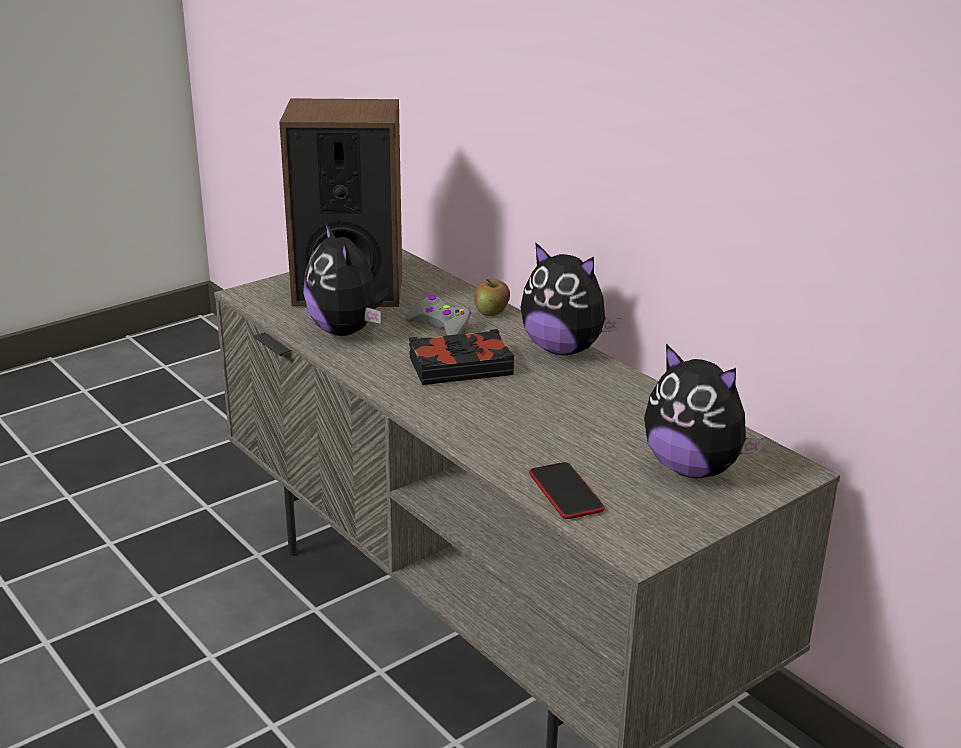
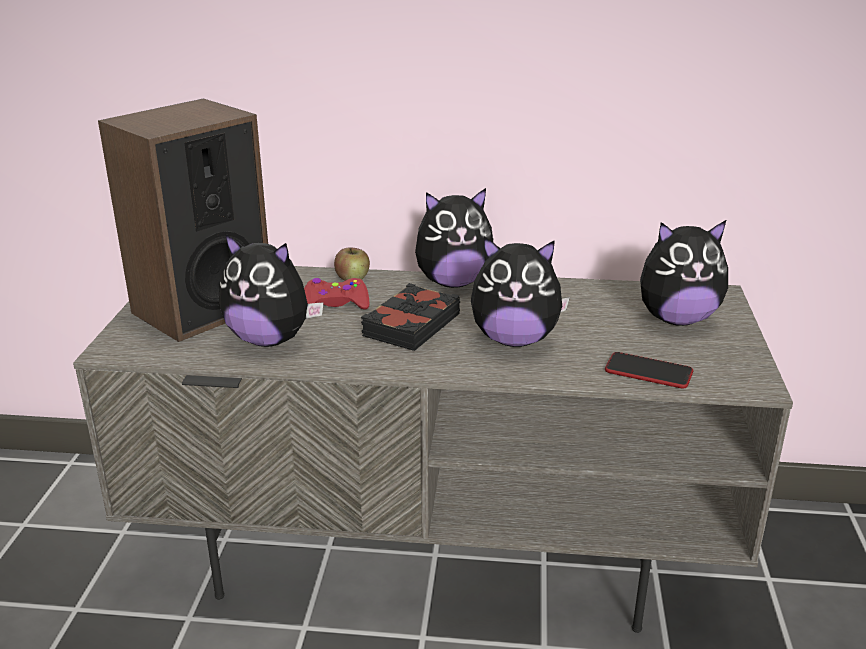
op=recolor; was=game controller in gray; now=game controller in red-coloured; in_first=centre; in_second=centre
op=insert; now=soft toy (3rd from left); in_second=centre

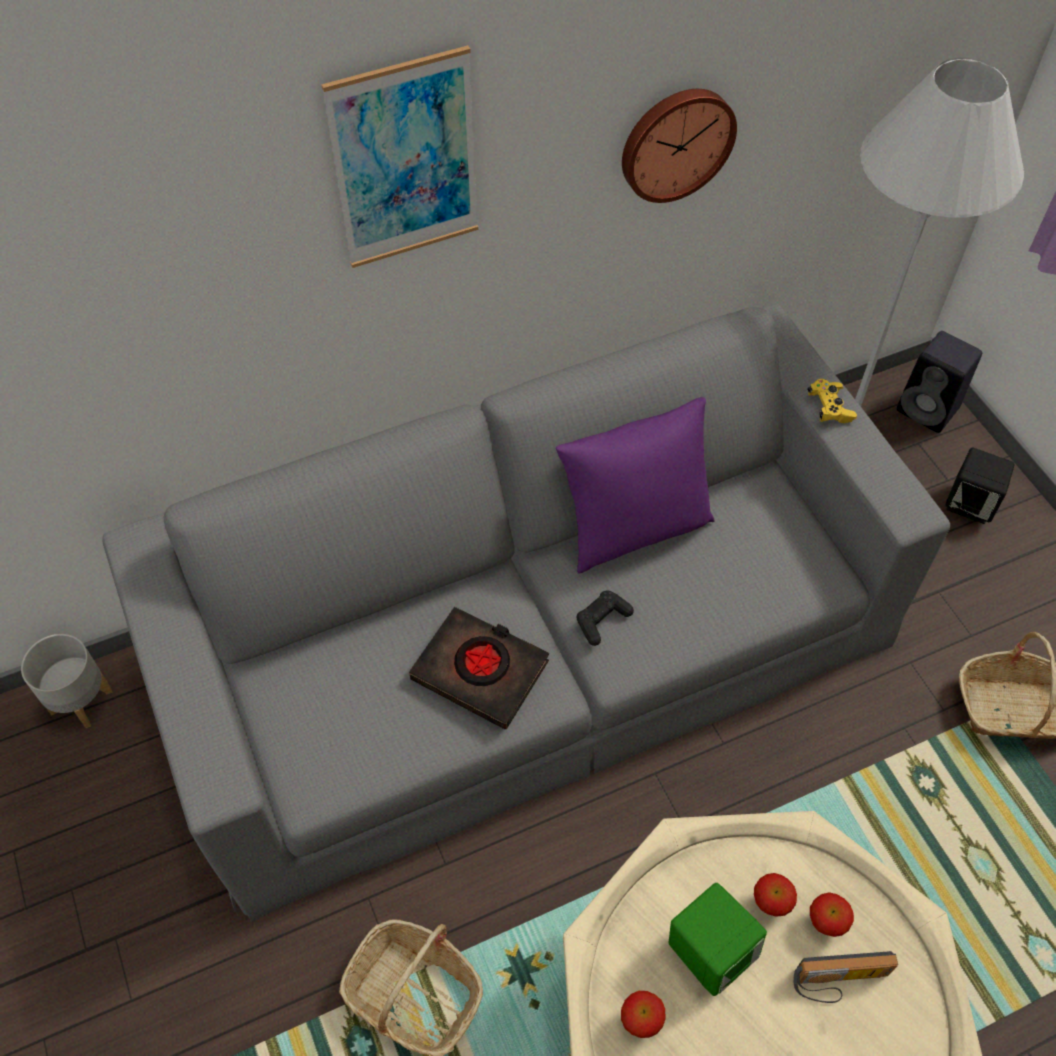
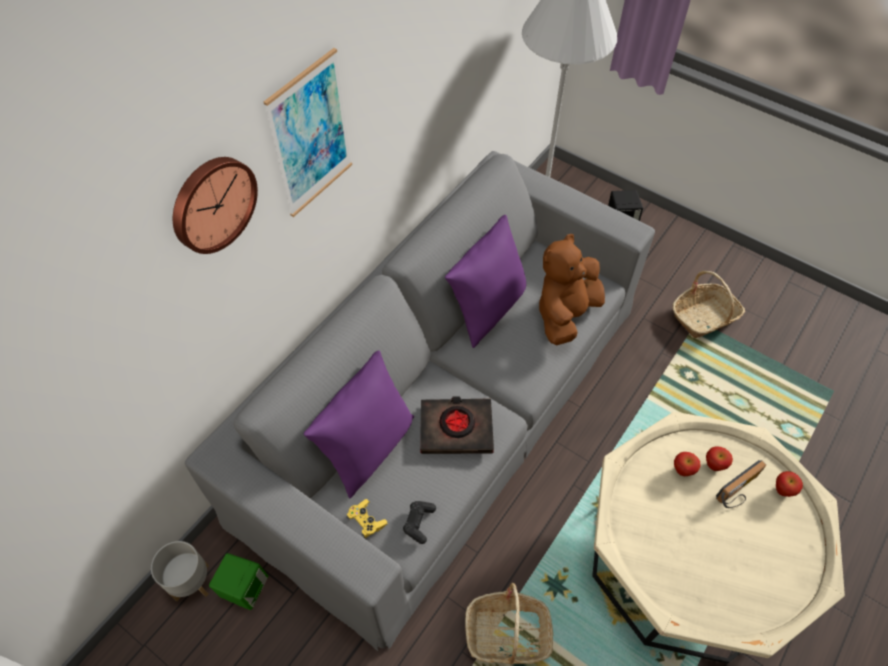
op=move; was=game controller in blackish; in_first=centre; in_second=bottom centre
op=move; was=apple fruit (1st from left in the first image); now=apple fruit (3rd from left); in_first=bottom centre; in_second=bottom right
op=move; was=wall clock; in_first=top centre; in_second=top left
op=move; was=speaker in green; in_first=bottom right; in_second=bottom left
op=move; was=game controller in yellowish; in_first=middle right; in_second=bottom centre
op=delete; was=speaker in blackish (1st from left); in_first=middle right
op=insert; now=throw pillow in purple (1st from left); in_second=centre
op=insert; now=soft toy in brownish; in_second=centre

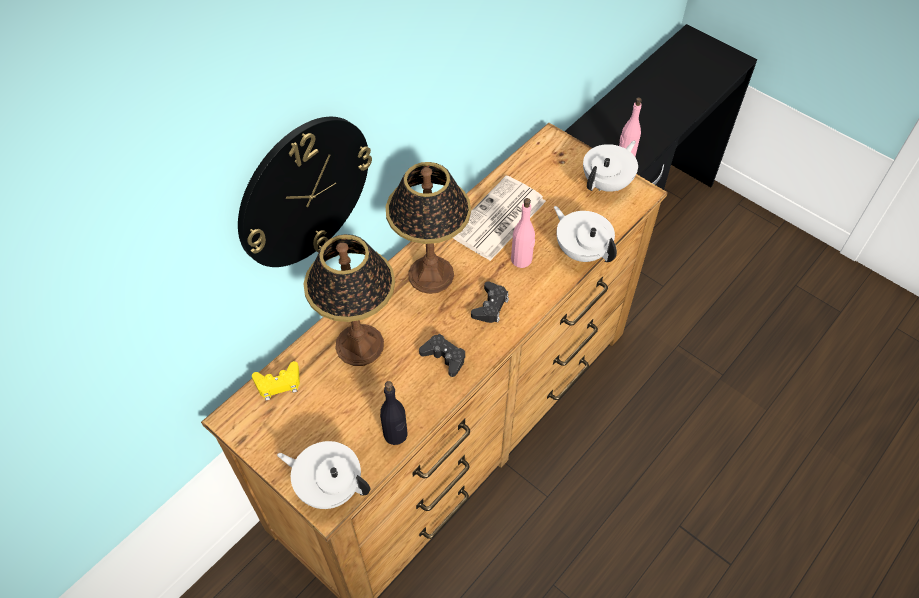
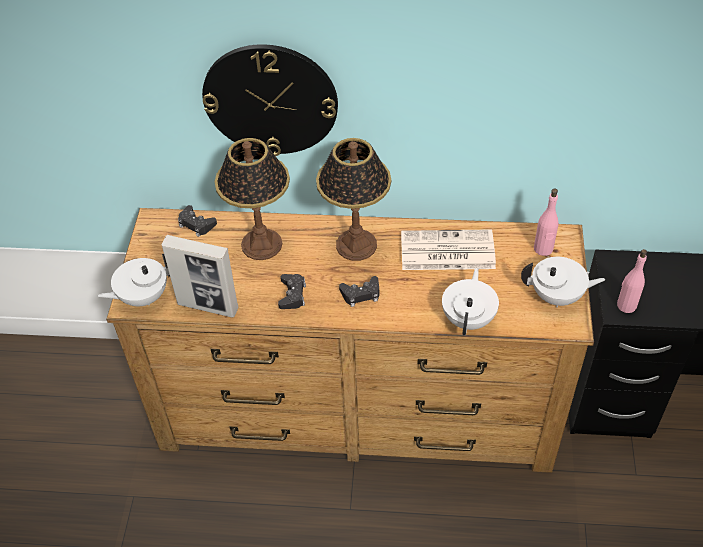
op=recolor; was=game controller in yellowish; now=game controller in blackish (1st from left); in_first=middle left; in_second=middle left
op=rotate; was=tea pot in white (1st from left); in_first=bottom centre; in_second=middle left; clockwise=-105
op=replace; was=bottle in blackish; now=standing frame; in_first=bottom centre; in_second=middle left
op=move; was=bottle in pink (1st from left); in_first=centre; in_second=middle right

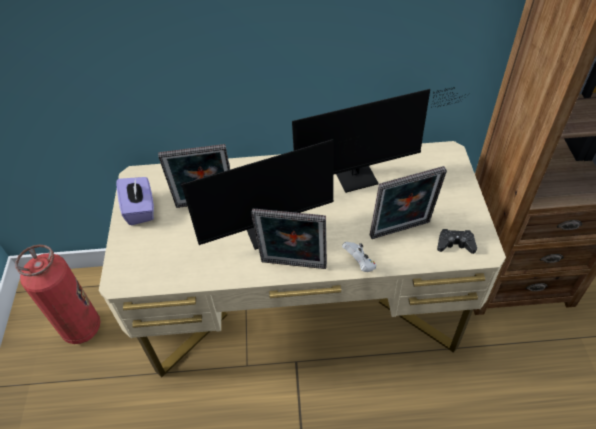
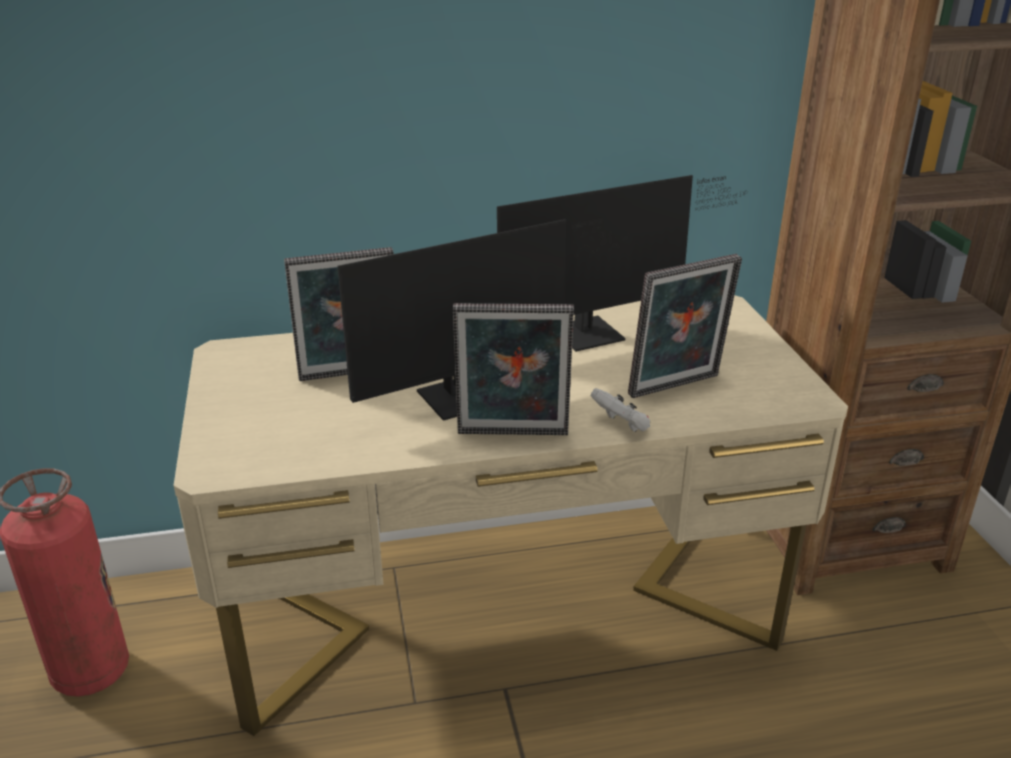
op=delete; was=tissue holder in purple; in_first=middle left
op=delete; was=game controller in blackish; in_first=middle right

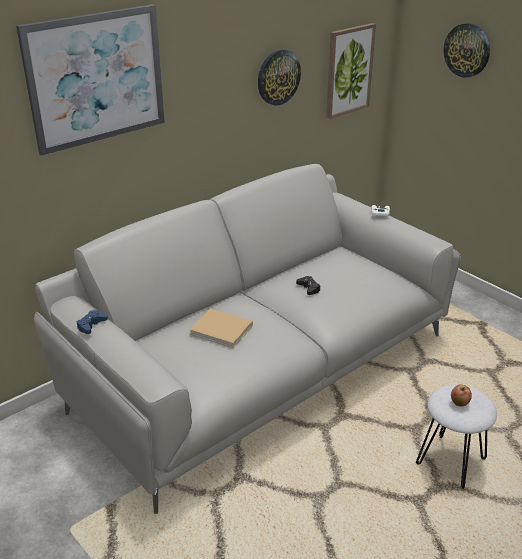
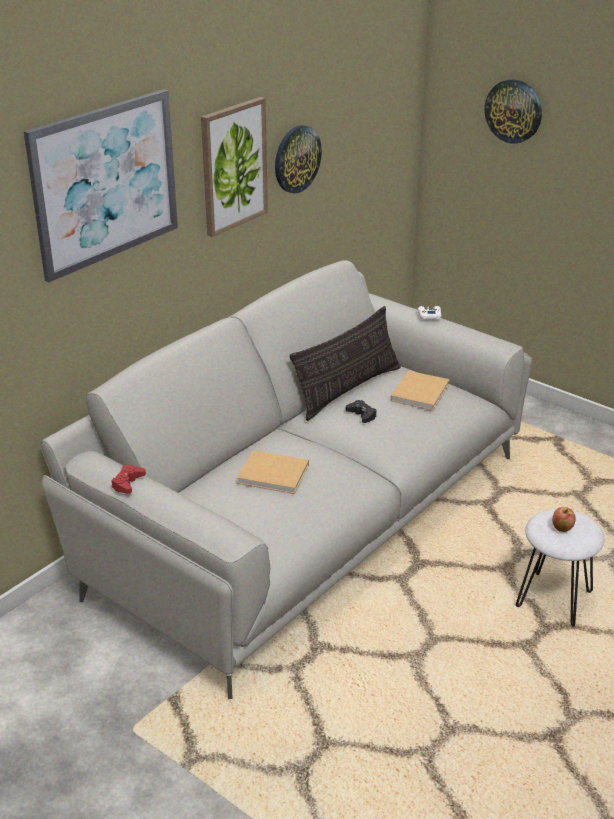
op=recolor; was=game controller in blue; now=game controller in red-coloured; in_first=middle left; in_second=middle left
op=move; was=picture (2nd from left); in_first=top right; in_second=top centre
op=insert; now=throw pillow; in_second=centre
op=insert; now=bound book in beige-coloured (2nd from left); in_second=middle right

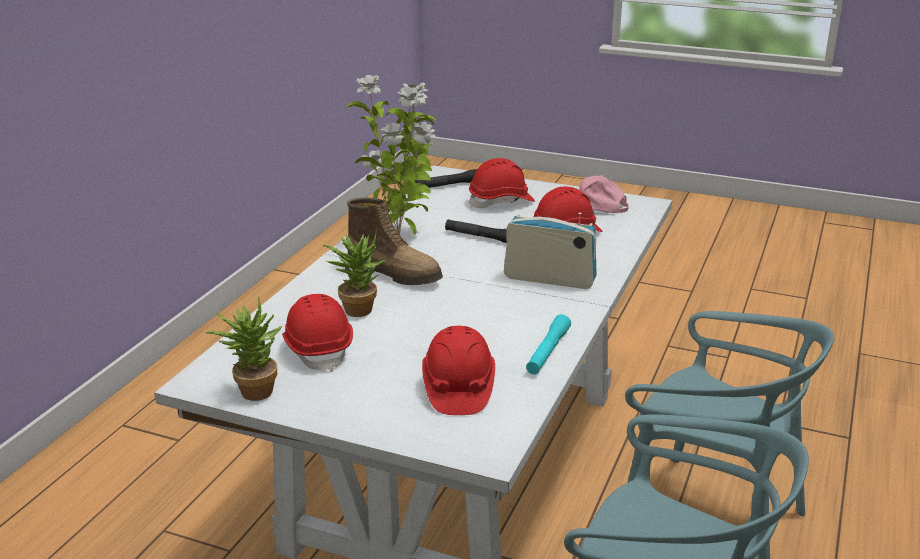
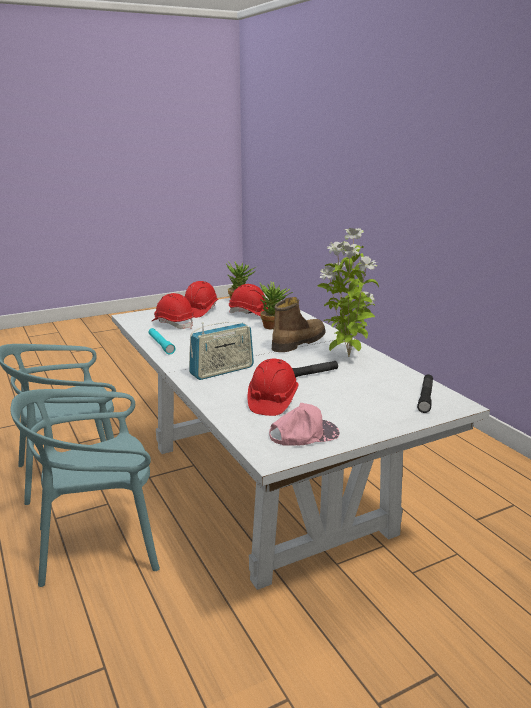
op=rotate; was=boot; in_first=centre; in_second=centre; clockwise=150
op=move; was=safety helmet in red-coloured (3rd from left in the first image); now=safety helmet in red-coloured (2nd from left); in_first=top centre; in_second=centre

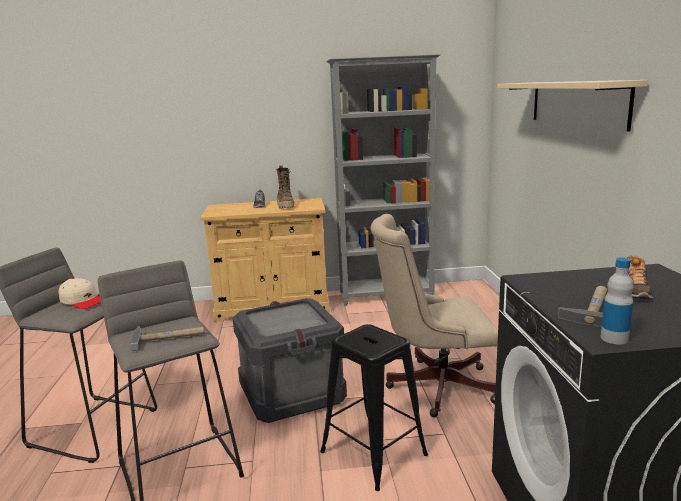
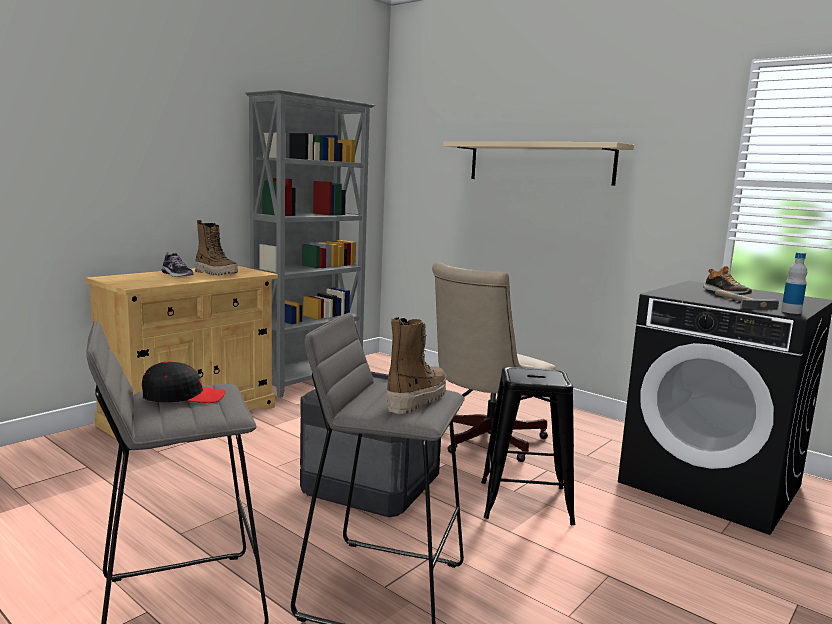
op=recolor; was=peaked cap in beige-coloured; now=peaked cap in blackish; in_first=middle left; in_second=middle left
op=replace; was=hammer (1st from left); now=boot (2nd from left); in_first=bottom left; in_second=centre

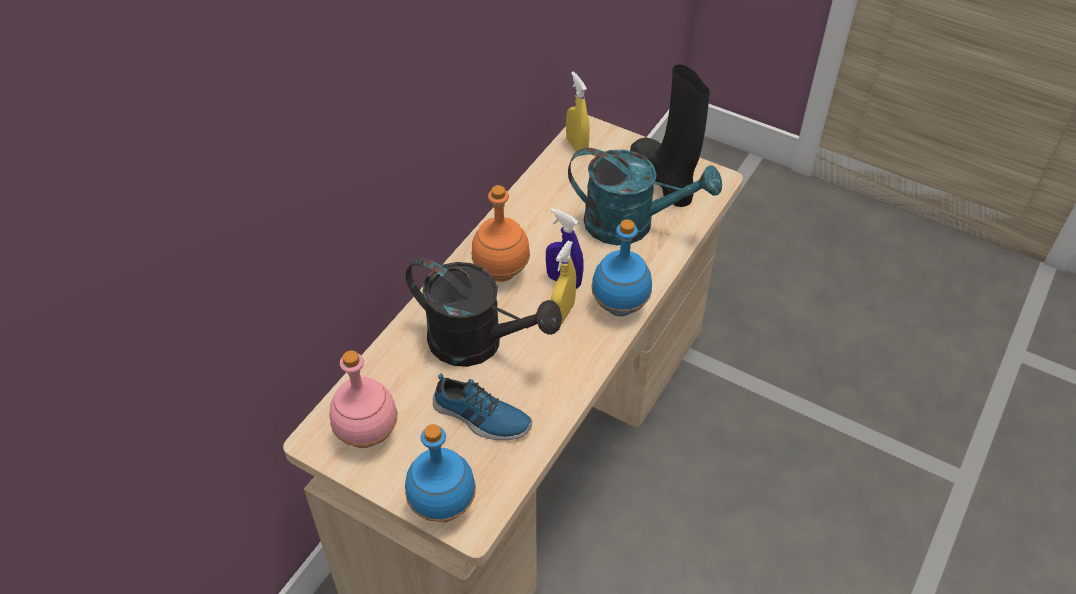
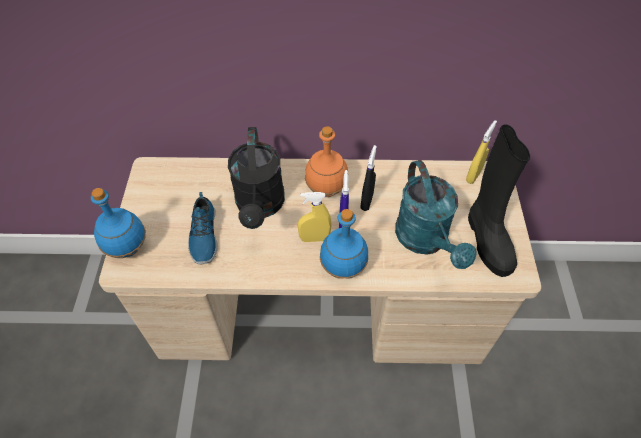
op=delete; was=bottle in pink; in_first=bottom centre
op=rotate; was=boot in blackish; in_first=top centre; in_second=middle right; clockwise=135
op=insert; now=sprayer in blackish; in_second=centre

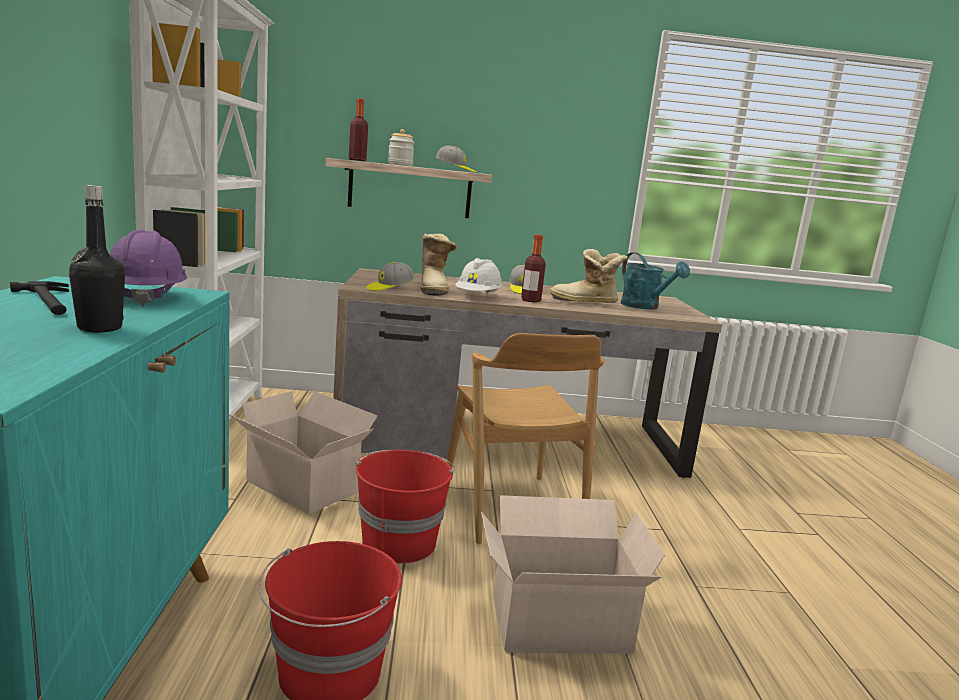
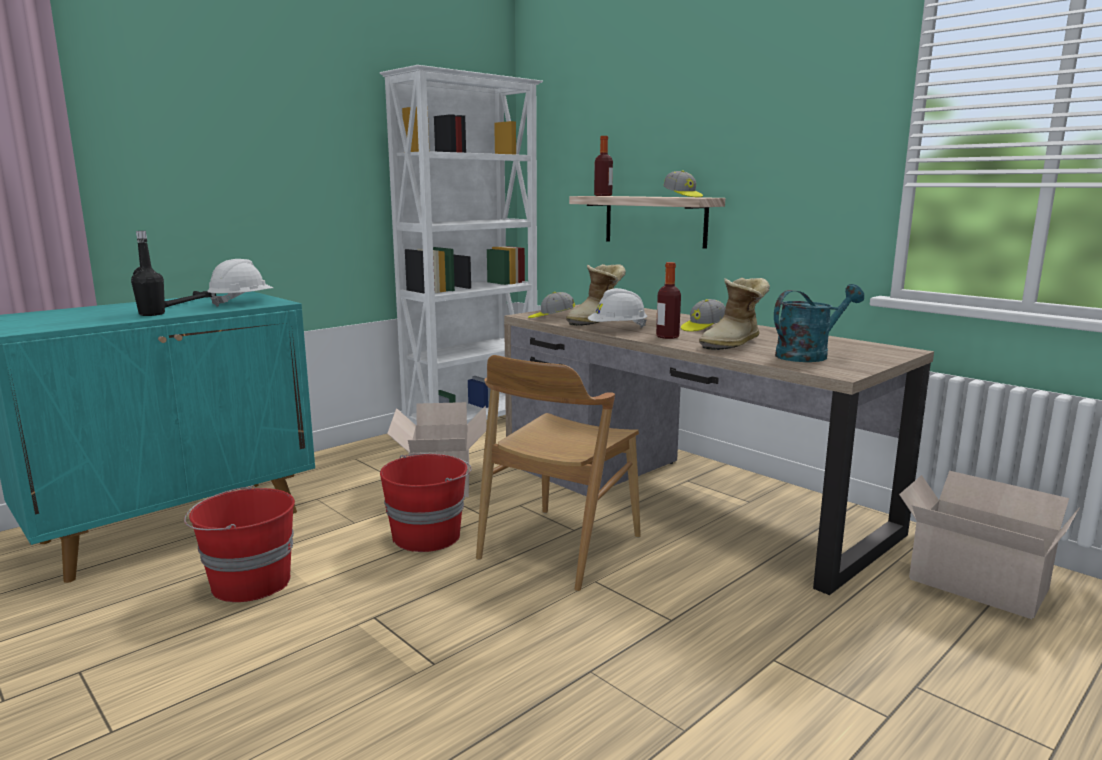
op=recolor; was=safety helmet in purple; now=safety helmet in white (1st from left); in_first=middle left; in_second=middle left
op=delete; was=storage jar; in_first=top centre
op=move; was=carton (2nd from left); in_first=bottom centre; in_second=bottom right
op=rotate; was=boot (2nd from left); in_first=centre; in_second=centre; clockwise=-105
op=rotate; was=watering pot in turquoise; in_first=middle right; in_second=middle right; clockwise=-135

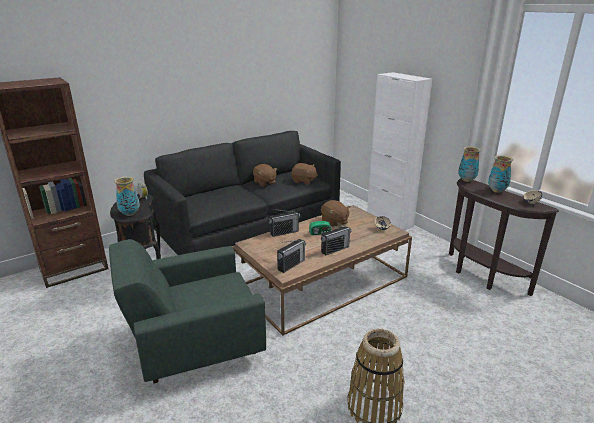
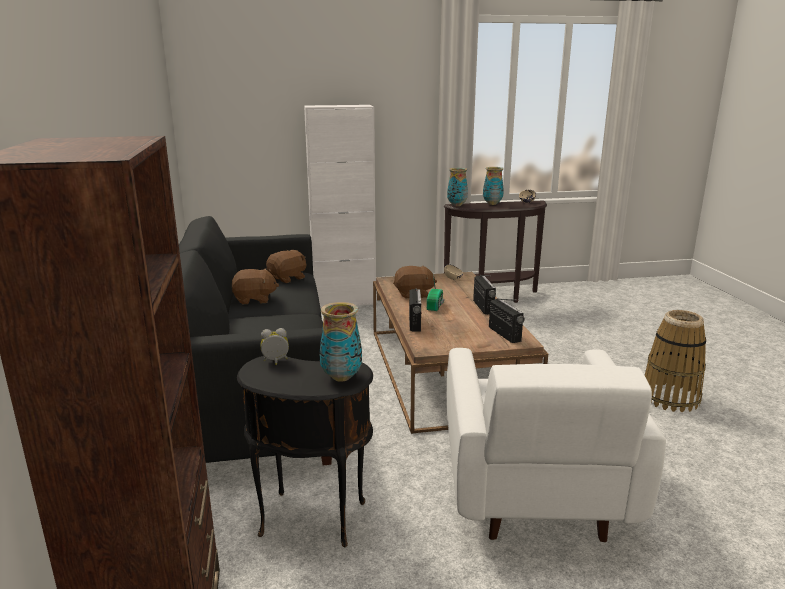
op=recolor; was=lounge chair in green; now=lounge chair in white; in_first=bottom left; in_second=bottom right

